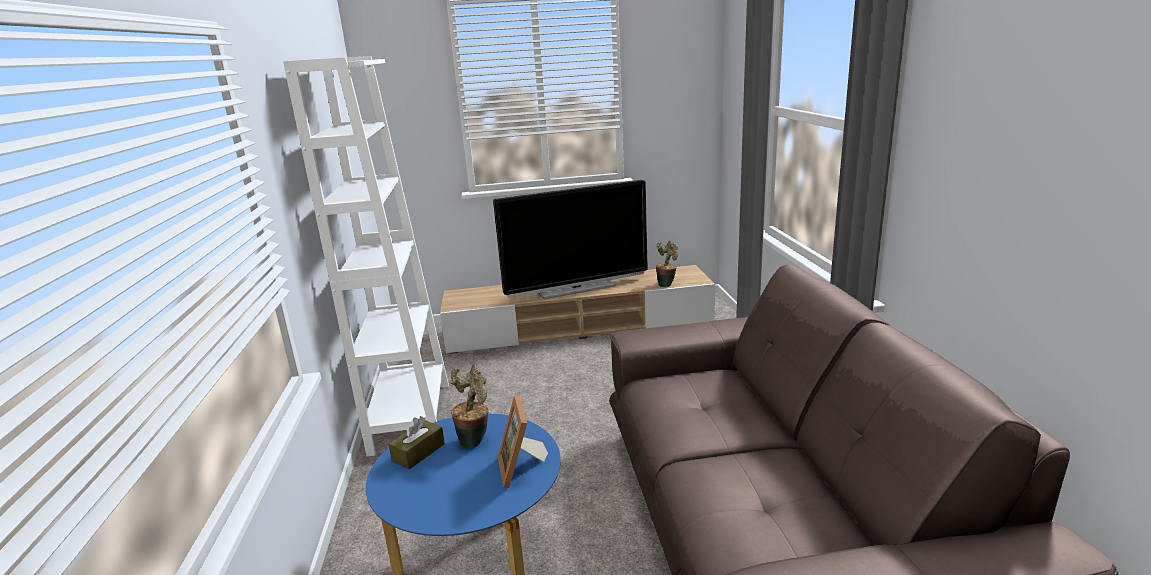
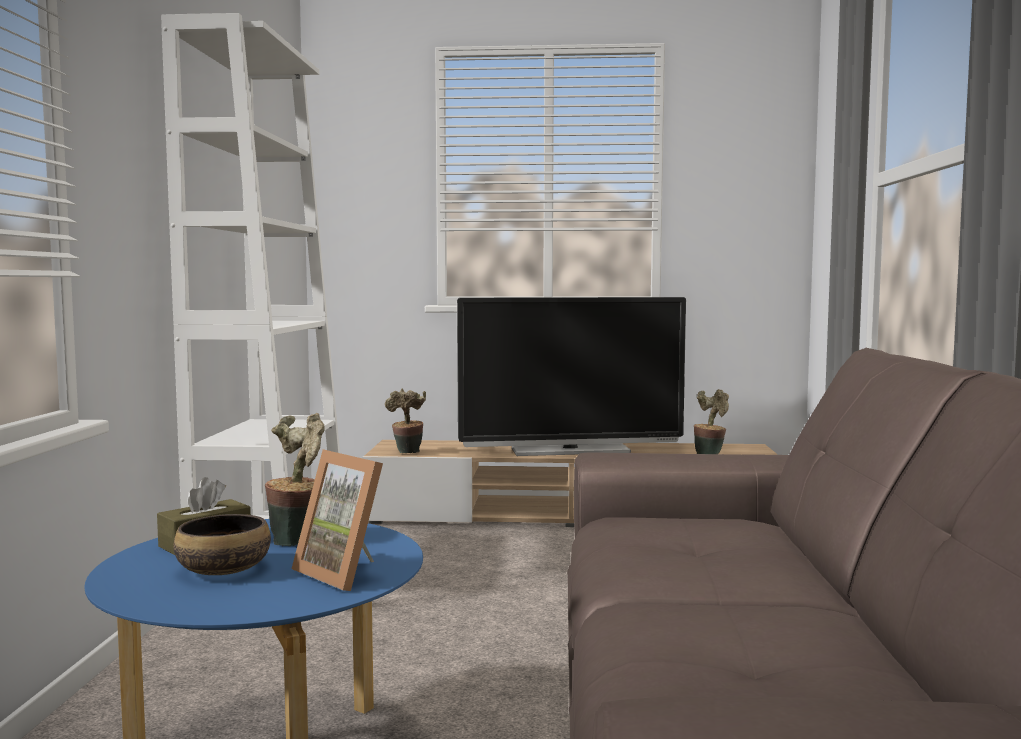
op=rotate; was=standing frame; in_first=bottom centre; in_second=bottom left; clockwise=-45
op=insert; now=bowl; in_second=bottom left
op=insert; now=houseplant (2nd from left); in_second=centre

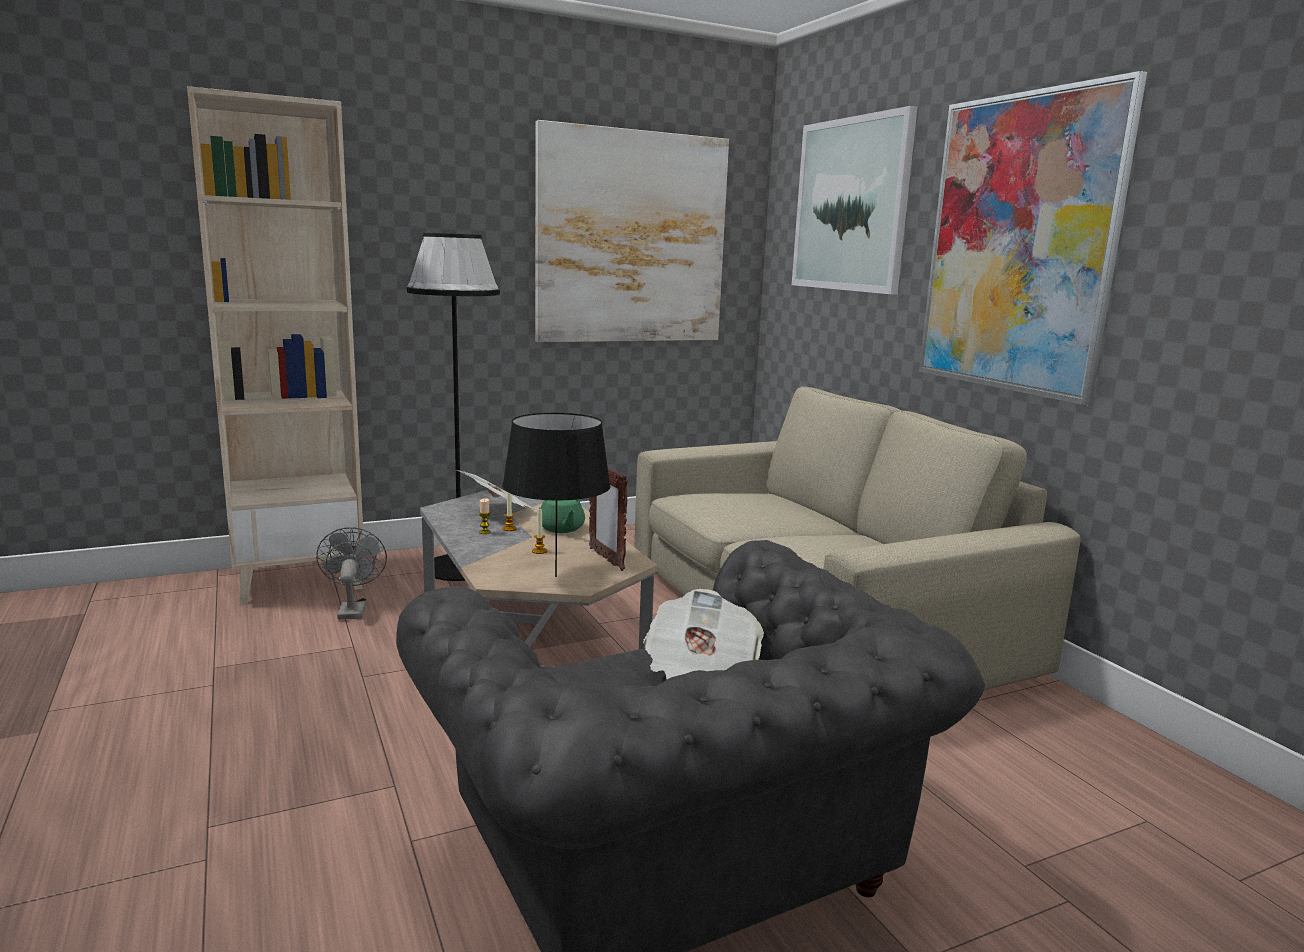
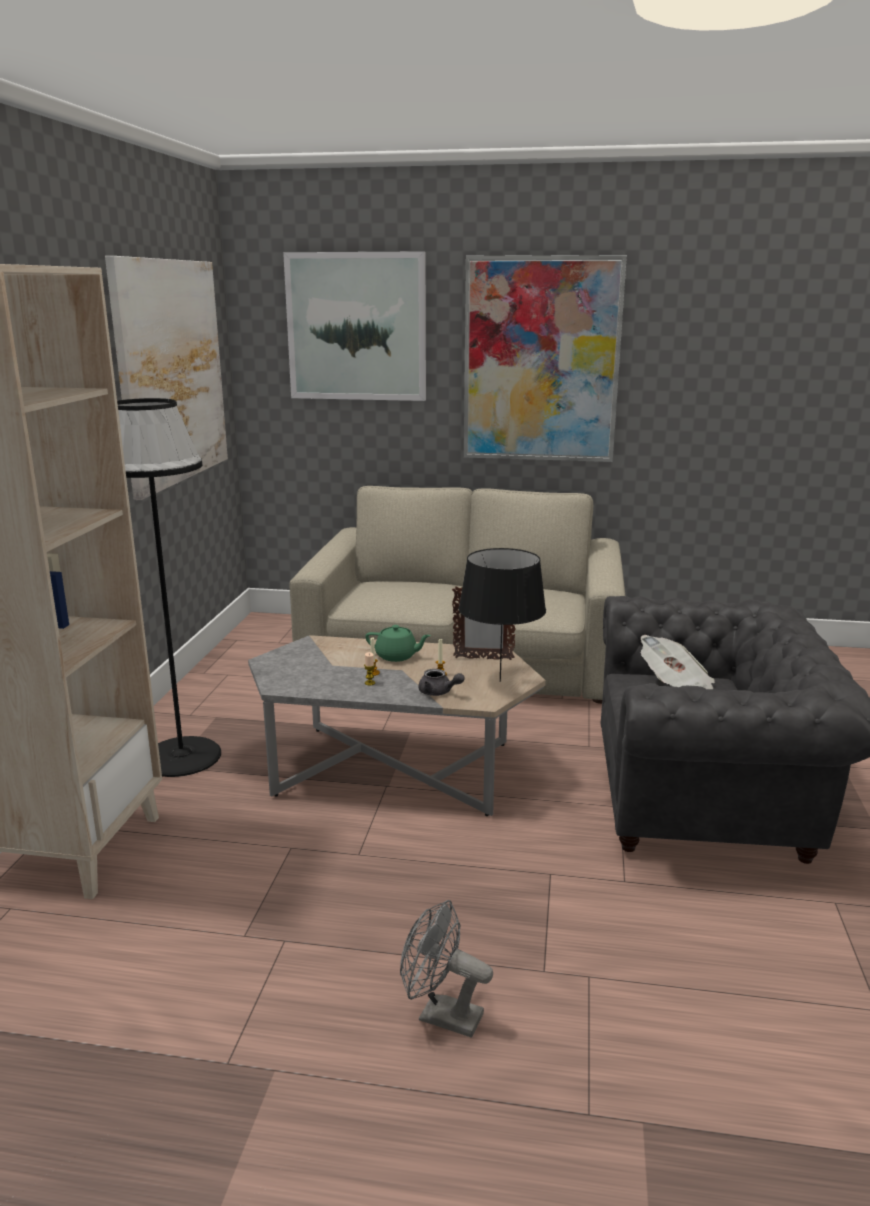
op=move; was=electric fan in gray; in_first=middle left; in_second=bottom centre
op=delete; was=printed paper (1st from left); in_first=centre
op=insert; now=tea pot in gray; in_second=centre

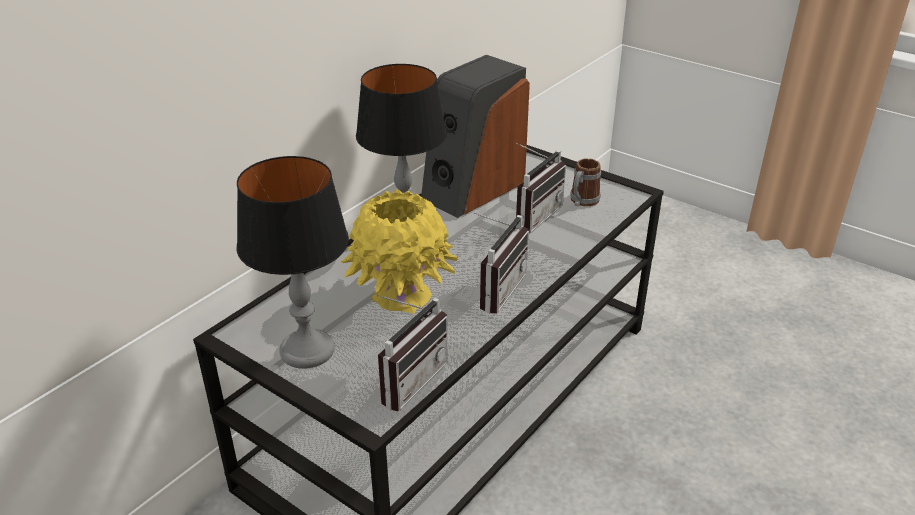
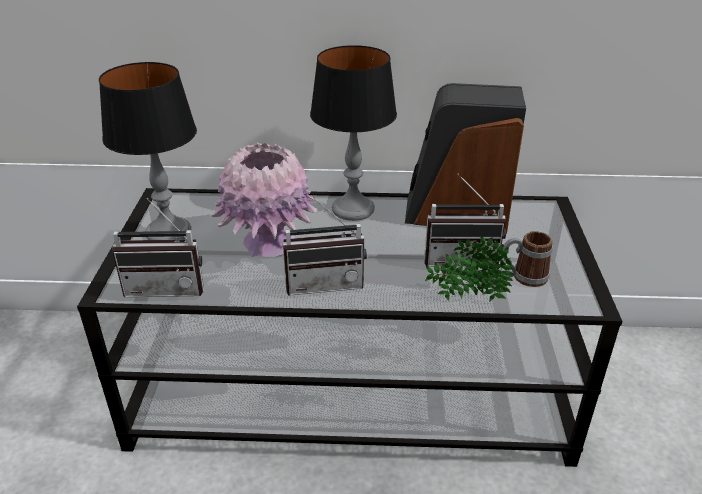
op=recolor; was=flower vase in yellowish; now=flower vase in pink; in_first=centre; in_second=centre
op=insert; now=houseplant; in_second=middle right

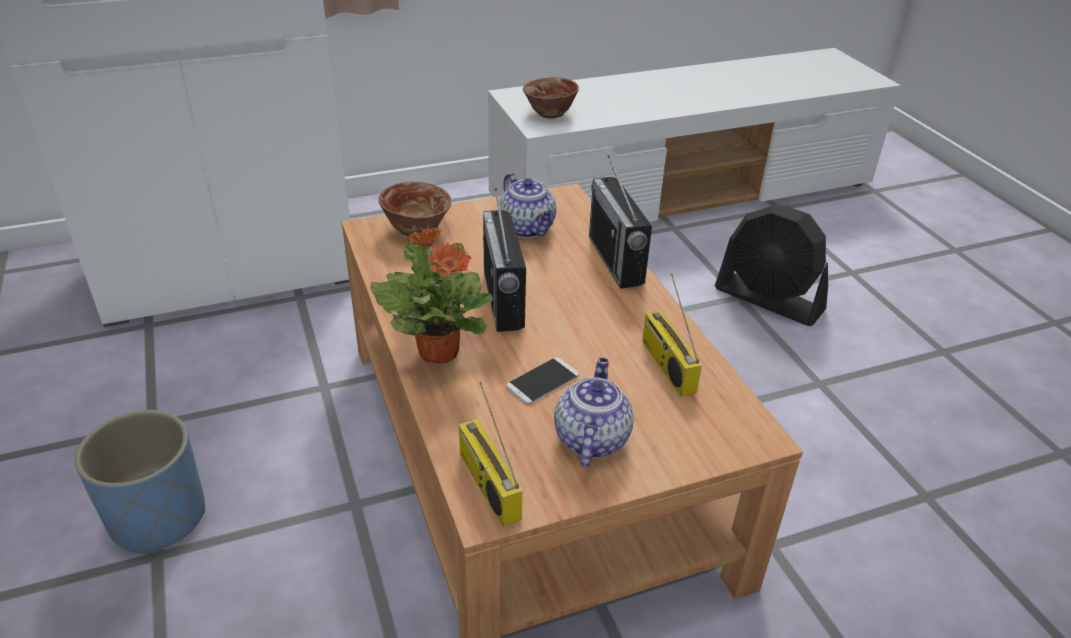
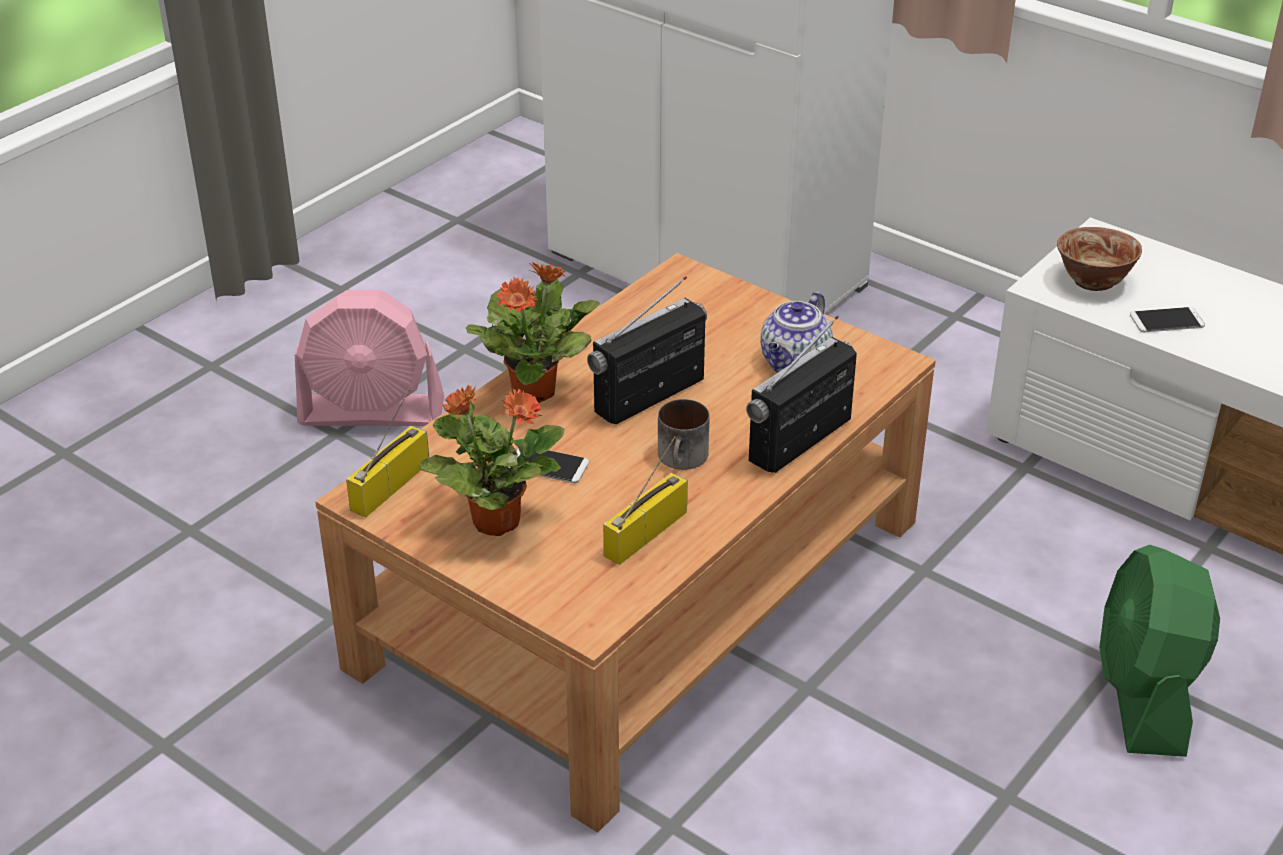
op=replace; was=plant pot in blue; now=electric fan in pink; in_first=bottom left; in_second=middle left
op=delete; was=bowl (1st from left); in_first=top centre
op=replace; was=tea pot (2nd from left); now=houseplant (1st from left); in_first=centre; in_second=centre
op=recolor; was=electric fan in blackish; now=electric fan in green; in_first=middle right; in_second=bottom right
op=insert; now=coffee mug; in_second=centre
op=insert; now=telephone (2nd from left); in_second=middle right

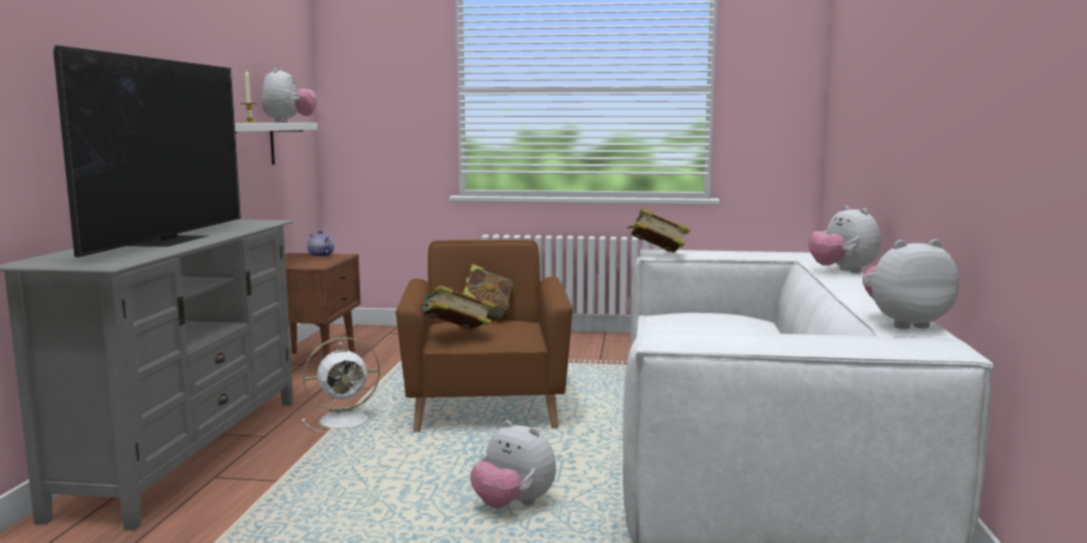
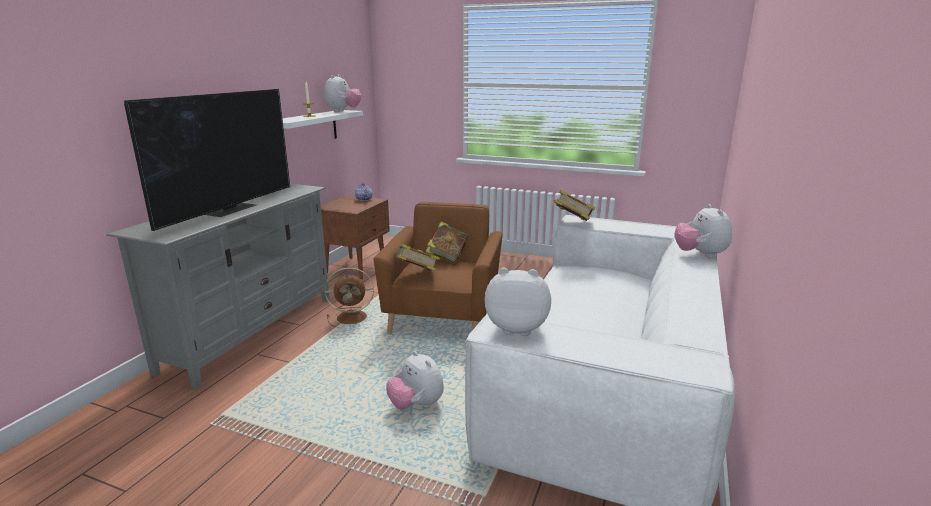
op=recolor; was=electric fan in white; now=electric fan in brownish; in_first=bottom left; in_second=centre
op=move; was=soft toy (4th from left in the first image); now=soft toy (3rd from left); in_first=middle right; in_second=centre

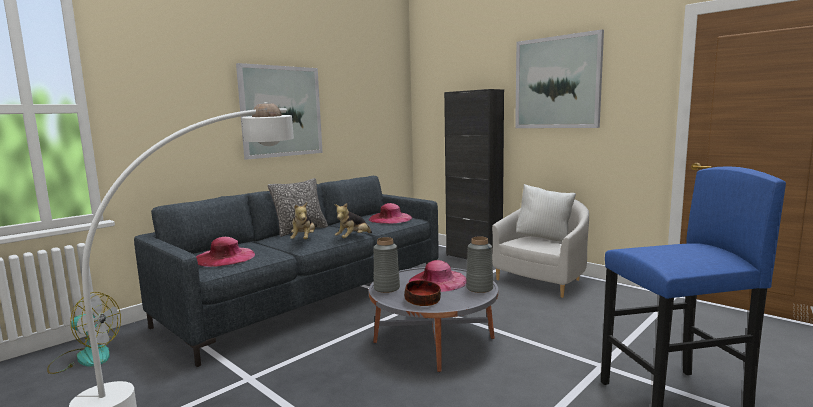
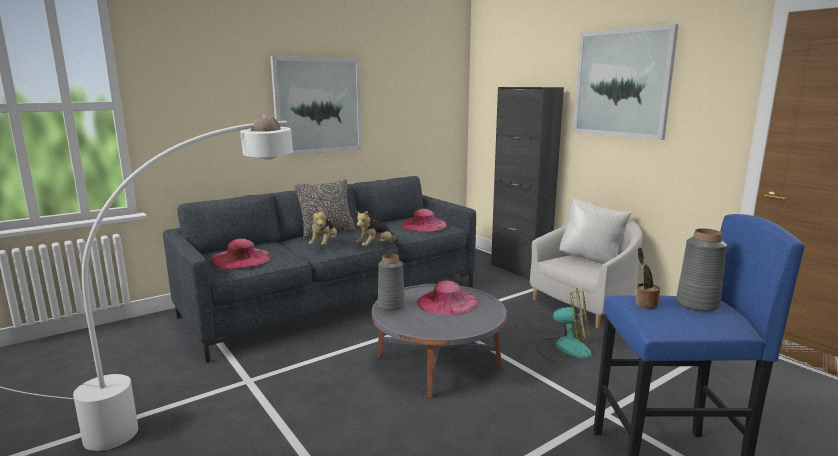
op=move; was=electric fan; in_first=bottom left; in_second=bottom right
op=delete; was=bowl; in_first=bottom centre
op=move; was=flower vase in gray (2nd from left); in_first=centre; in_second=middle right
op=insert; now=houseplant; in_second=middle right

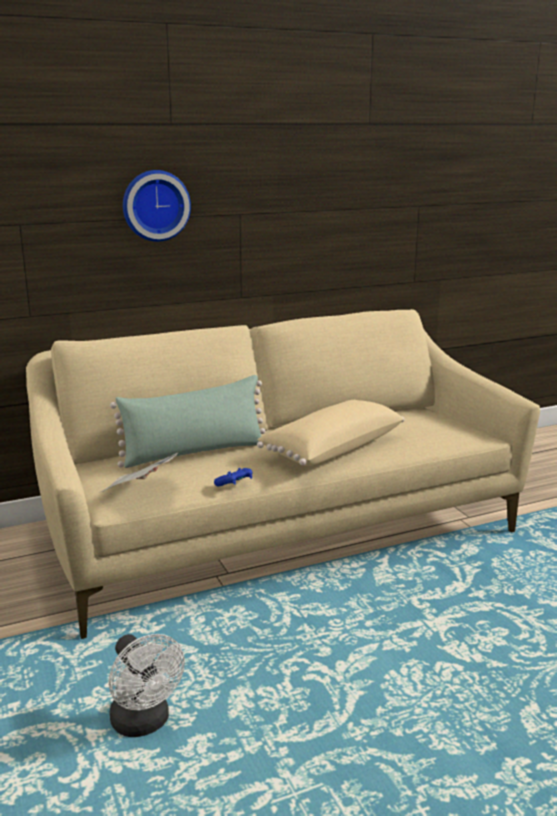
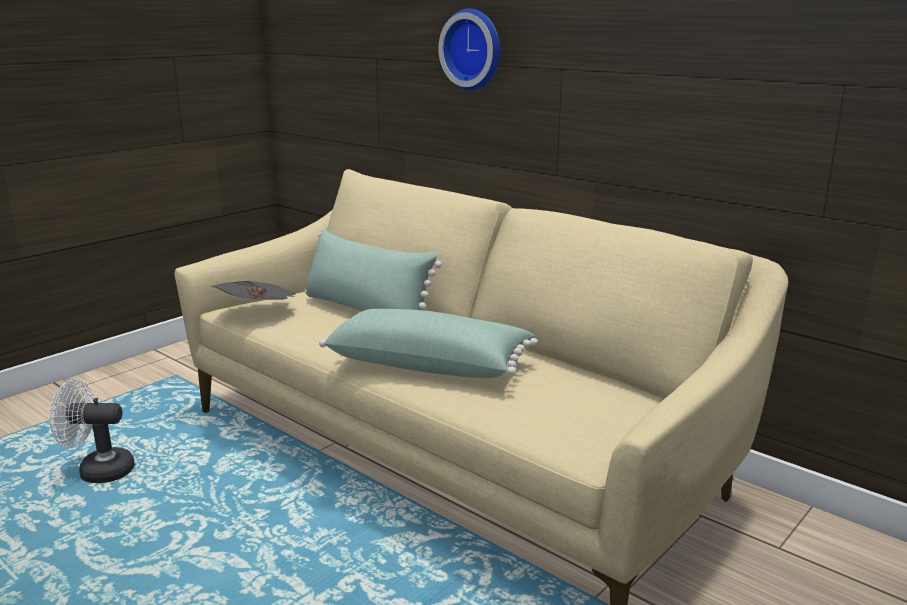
op=rotate; was=electric fan in white; in_first=bottom left; in_second=bottom left; clockwise=60
op=delete; was=game controller in blue; in_first=centre
op=recolor; was=throw pillow in beige-coloured; now=throw pillow in green (2nd from left); in_first=centre; in_second=centre

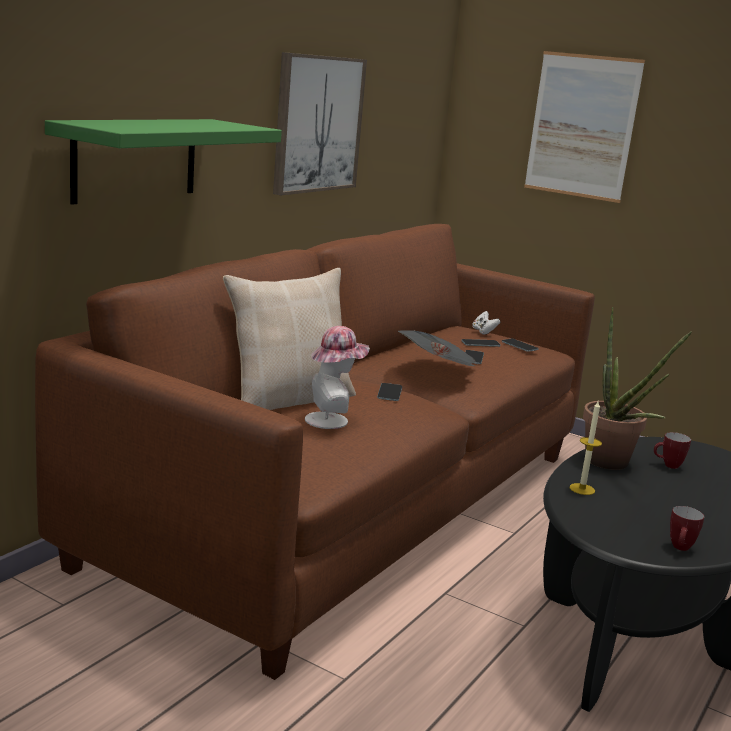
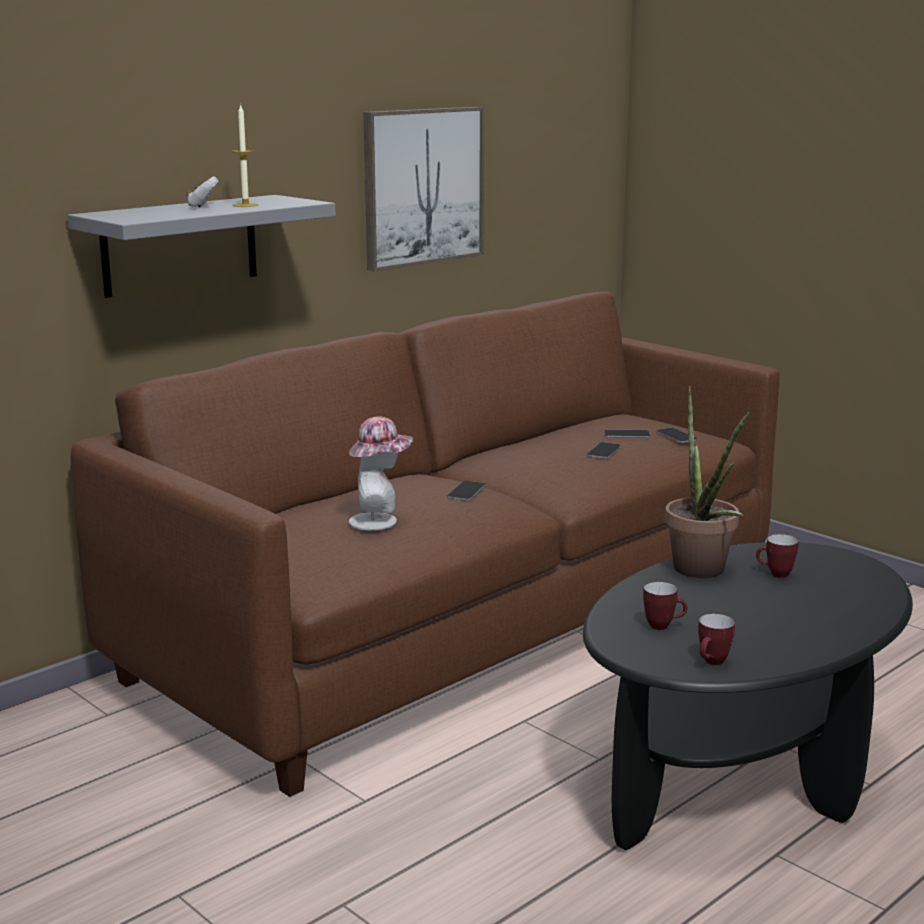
op=recolor; was=wall shelf in green; now=wall shelf in gray; in_first=top left; in_second=top left
op=delete; was=throw pillow in beige-coloured; in_first=centre
op=delete; was=printed paper; in_first=centre
op=move; was=game controller in white; in_first=centre; in_second=top left
op=delete; was=picture (2nd from left); in_first=top right
op=move; was=candle; in_first=middle right; in_second=top left
op=insert; now=coffee mug (1st from left); in_second=middle right

